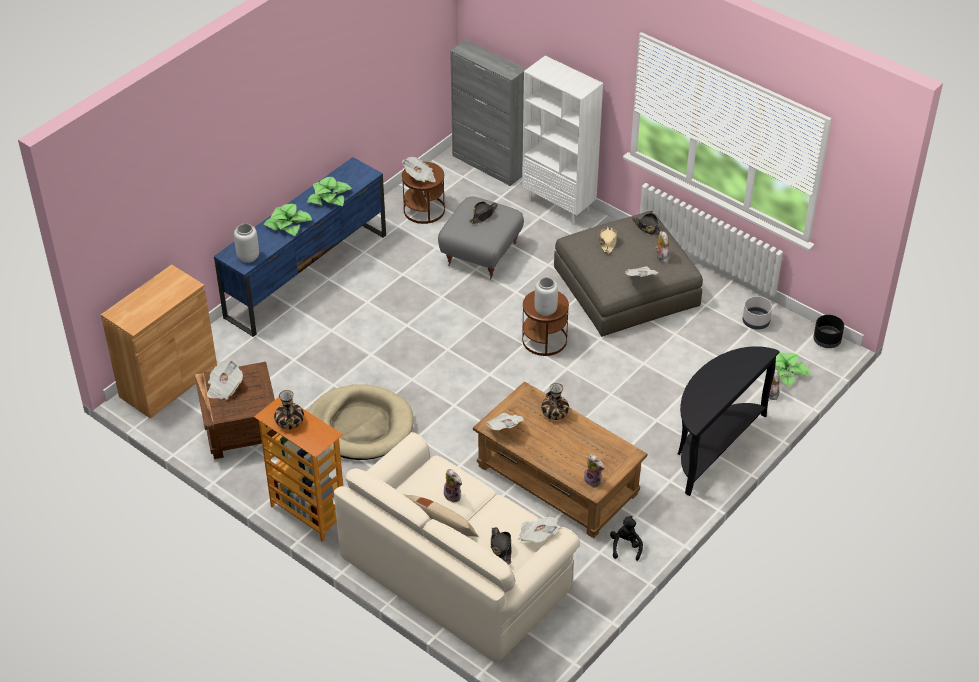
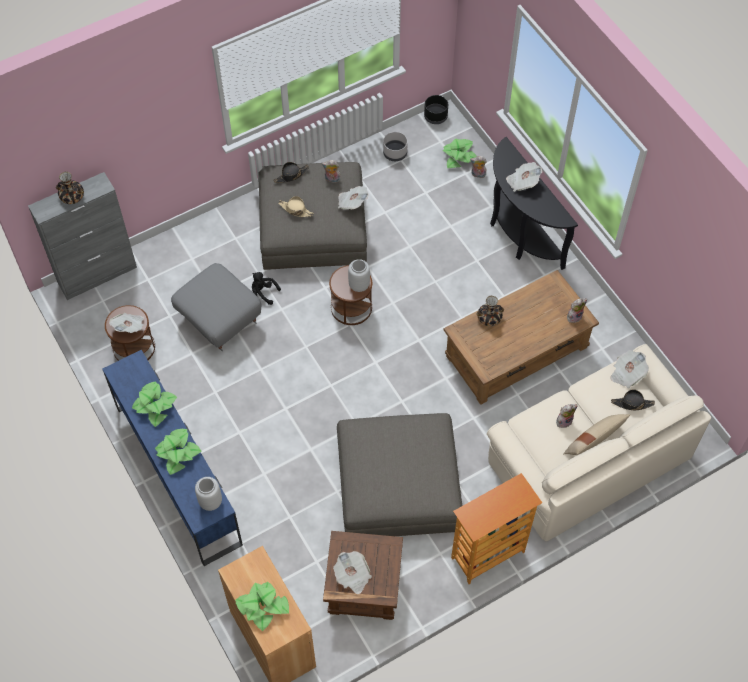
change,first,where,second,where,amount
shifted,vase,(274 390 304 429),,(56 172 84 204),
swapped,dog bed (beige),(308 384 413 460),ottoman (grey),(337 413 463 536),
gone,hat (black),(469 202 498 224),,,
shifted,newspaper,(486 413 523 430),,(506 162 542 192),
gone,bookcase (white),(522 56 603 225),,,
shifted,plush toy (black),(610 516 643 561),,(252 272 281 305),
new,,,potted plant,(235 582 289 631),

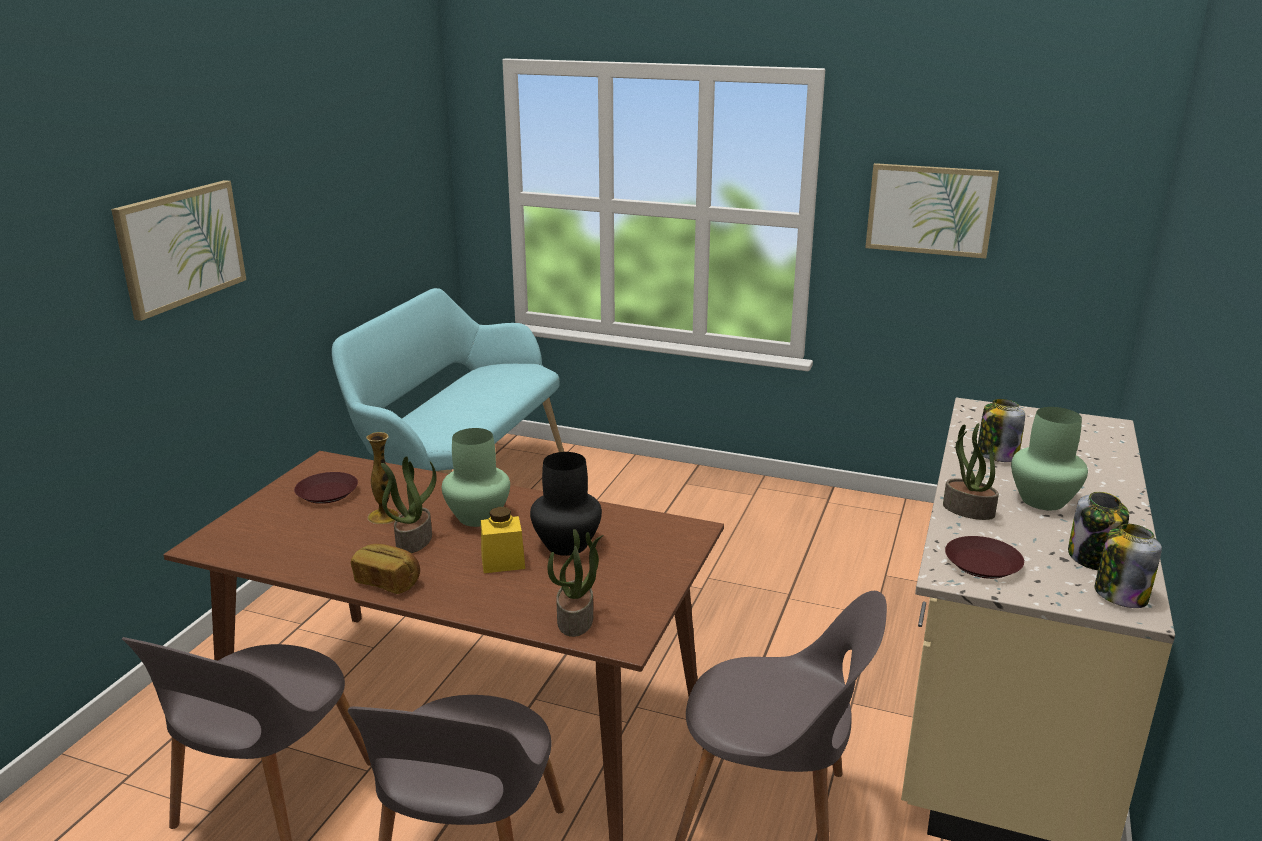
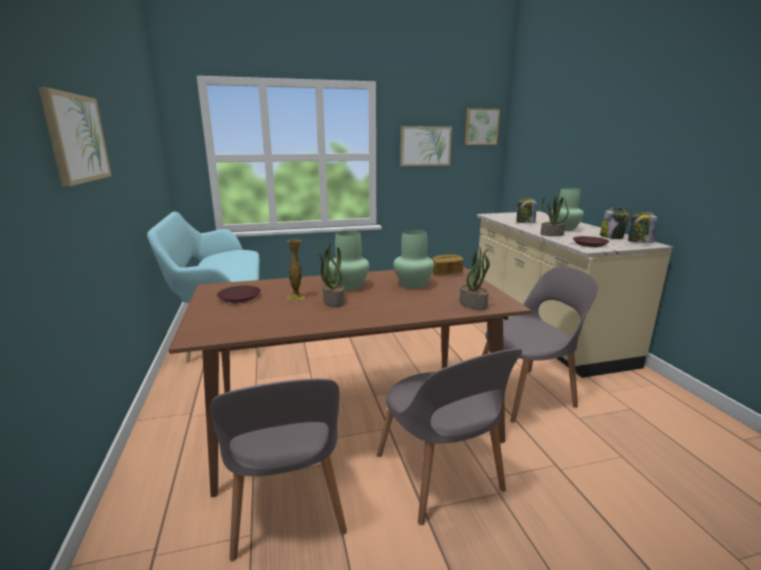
change,first,where,second,where,amount
shifted,bread,(351 544 420 594),,(432 254 463 275),
gone,jar (yellow),(481 507 525 573),,,
repainted,vase (black),(530 452 602 556),vase (green),(393 230 434 289),
new,,,picture,(465 108 500 145),

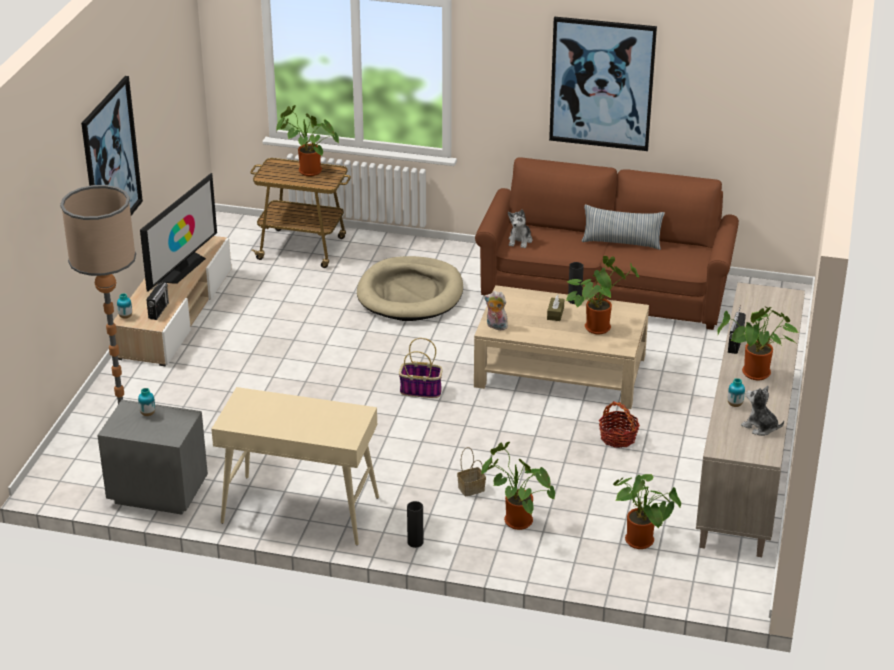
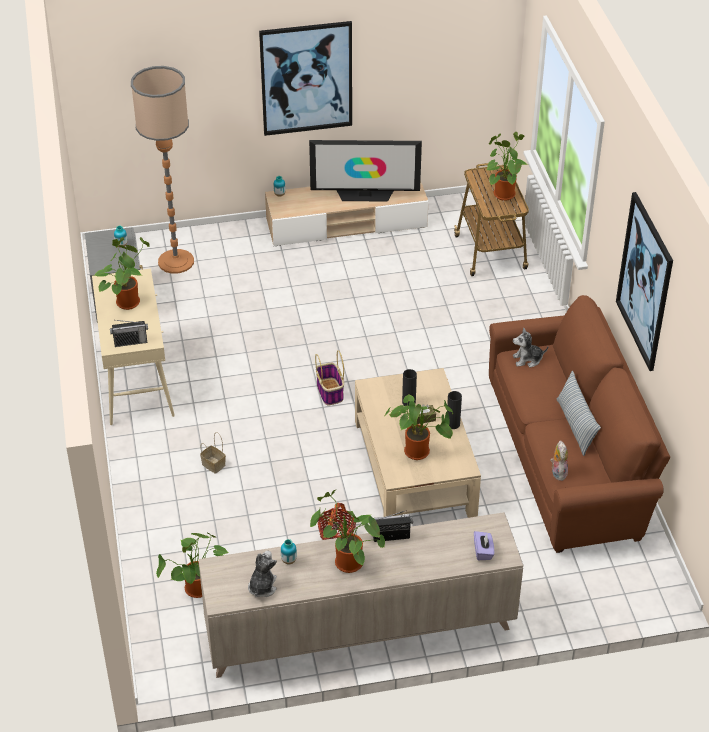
change,first,where,second,where,amount
shifted,radio,(146 282 169 320),,(110 320 148 347),
gone,dog bed (beige),(357 256 463 321),,,
shifted,vase (black),(407 501 424 548),,(402 369 417 406),
shifted,potted plant,(481 442 555 530),,(94 237 150 310),
shifted,plush toy,(484 291 508 330),,(550 440 568 481),
new,,,tissue box (purple),(474 531 494 560),

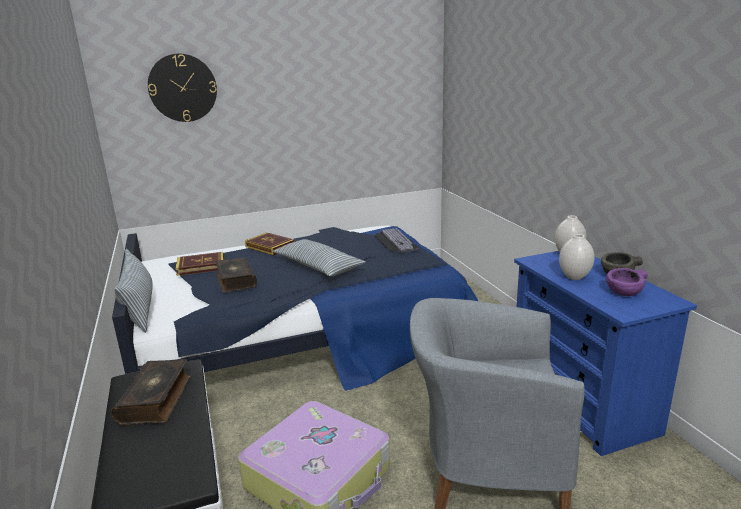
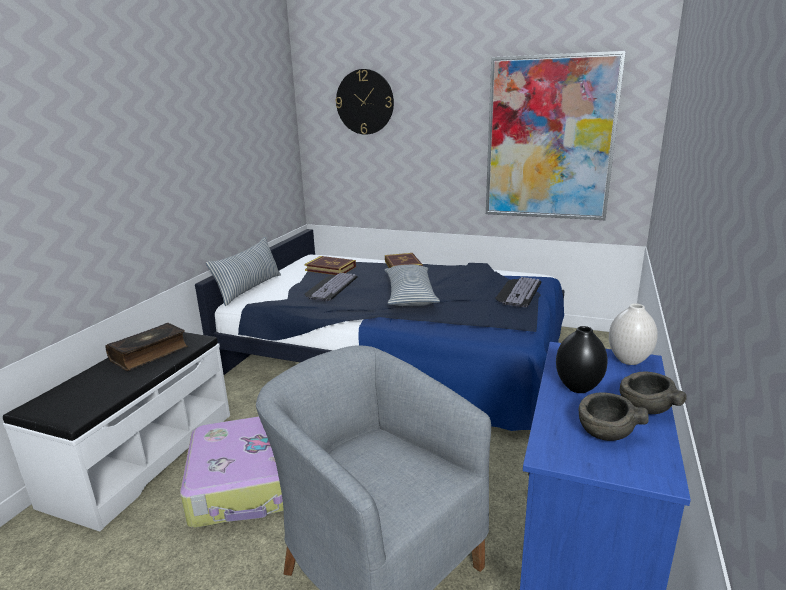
change,first,where,second,where,amount
swapped,book,(216 258 257 292),keyboard,(305 273 358 301),
repainted,vase (white),(559 234 594 280),vase (black),(556 326 607 393),
repainted,bowl (purple),(606 268 648 296),bowl (grey),(579 392 649 441),
new,,,picture,(486 51 626 220),

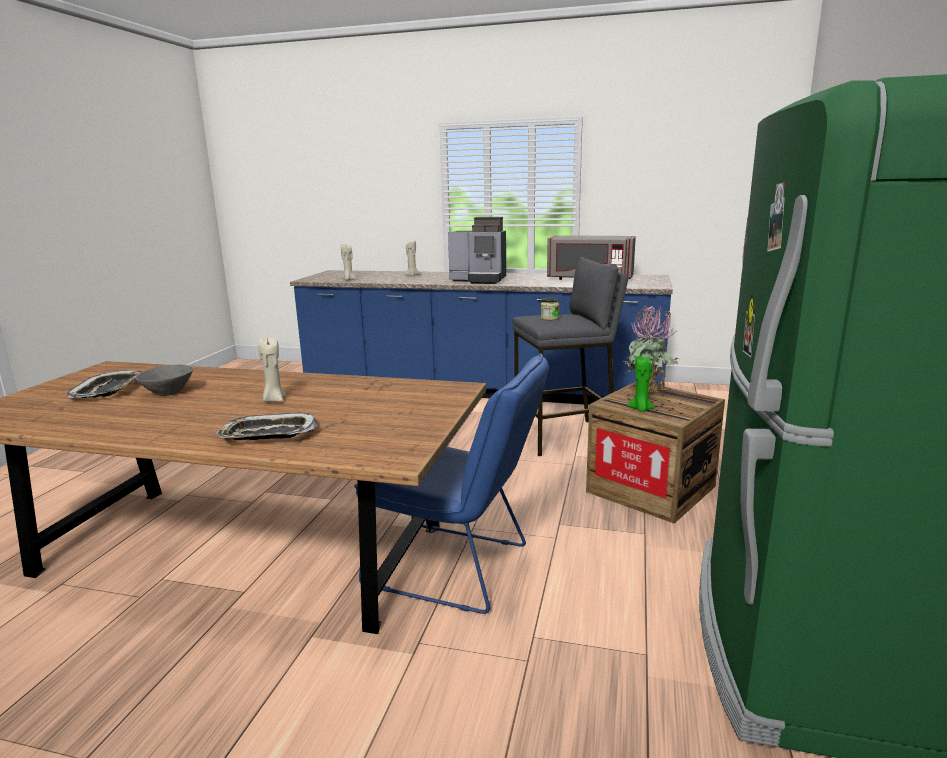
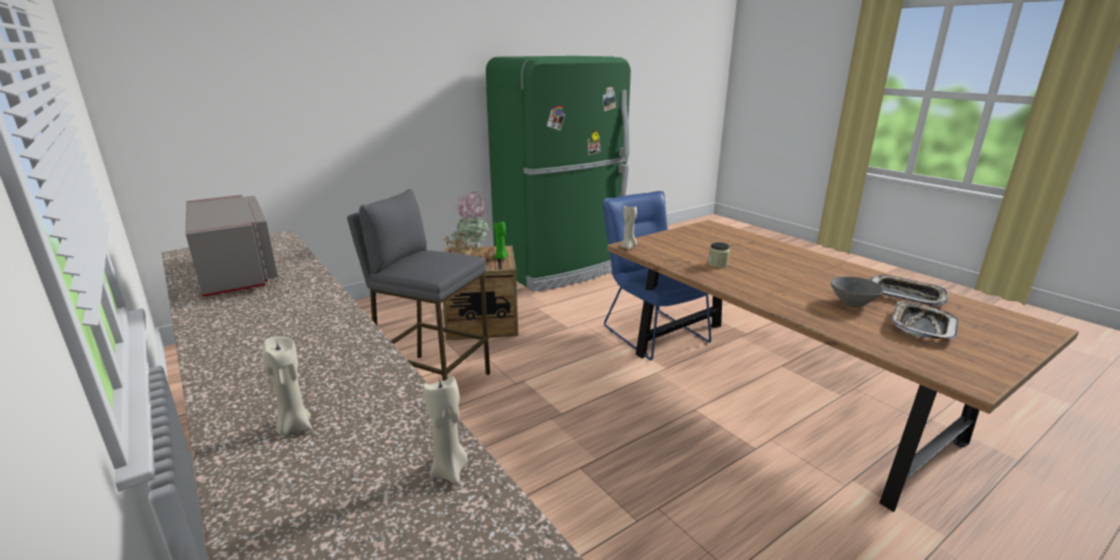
change,first,where,second,where,amount
shifted,tray,(216 412 317 440),,(870 275 949 306),
shifted,candle (beige),(258 337 286 402),,(621 204 637 249),
gone,coffee machine,(448 217 506 284),,,
shifted,jar,(541 298 559 320),,(708 242 730 268),

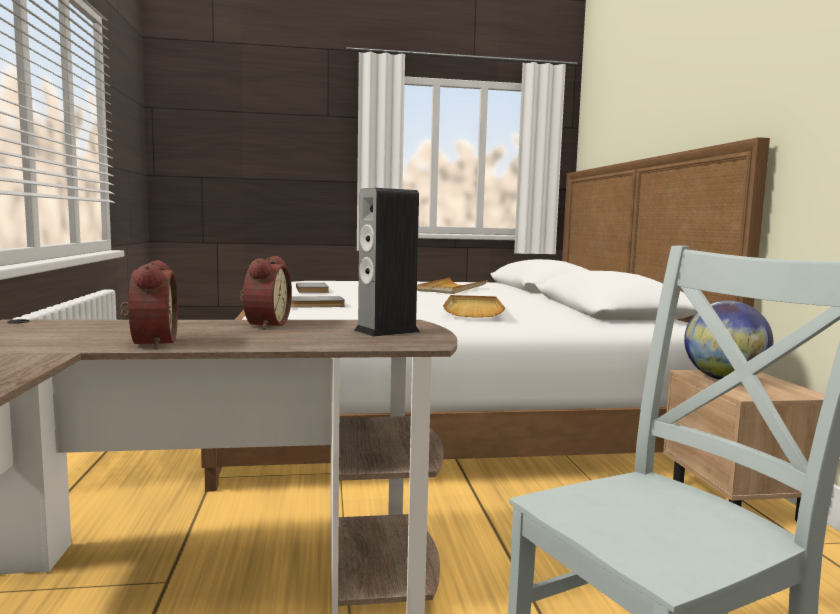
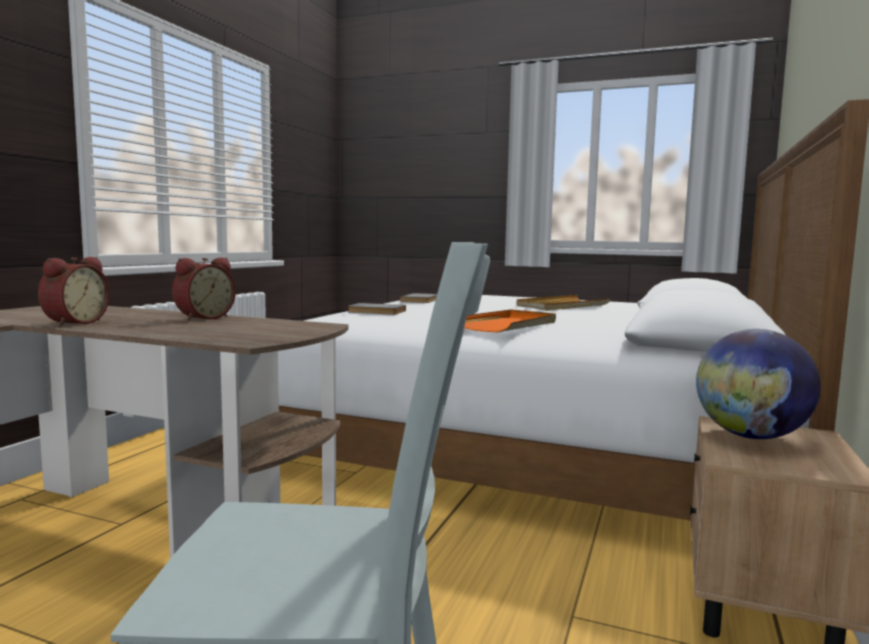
change,first,where,second,where,amount
gone,speaker,(354 188 420 337),,,
repainted,tray (beige),(443 295 505 318),tray (orange),(464 310 556 332),

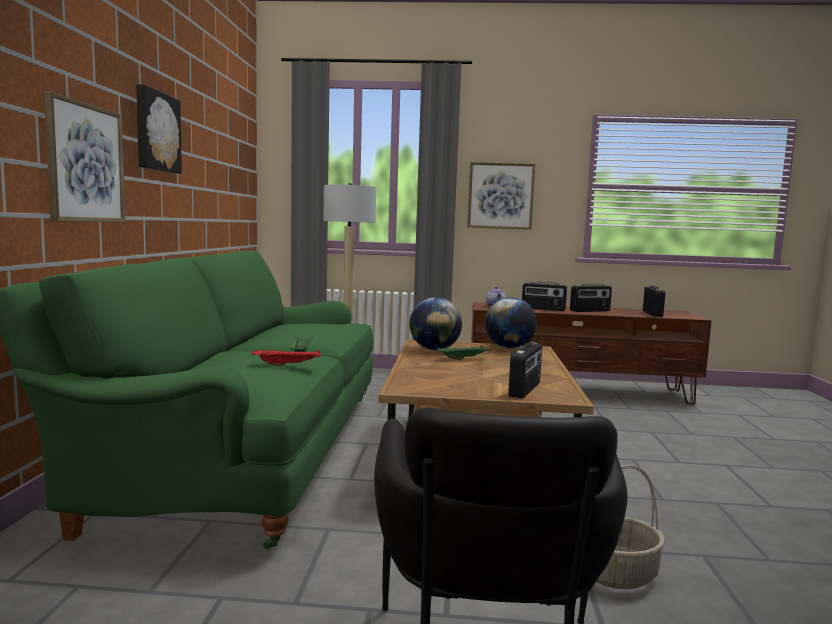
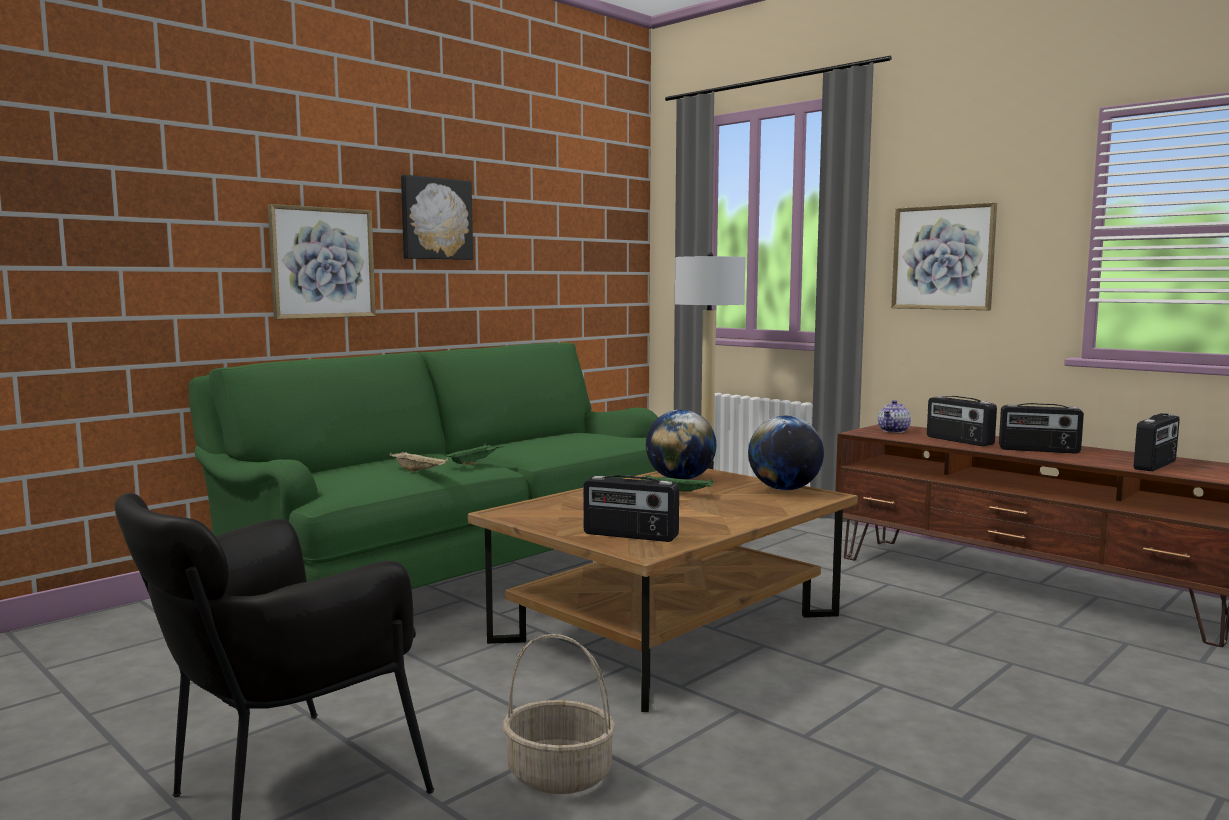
change,first,where,second,where,amount
repainted,tray (red),(252 350 321 367),tray (beige),(389 452 449 472),
rotated,radio,(508 342 542 398),,(583 475 679 542),45 degrees clockwise

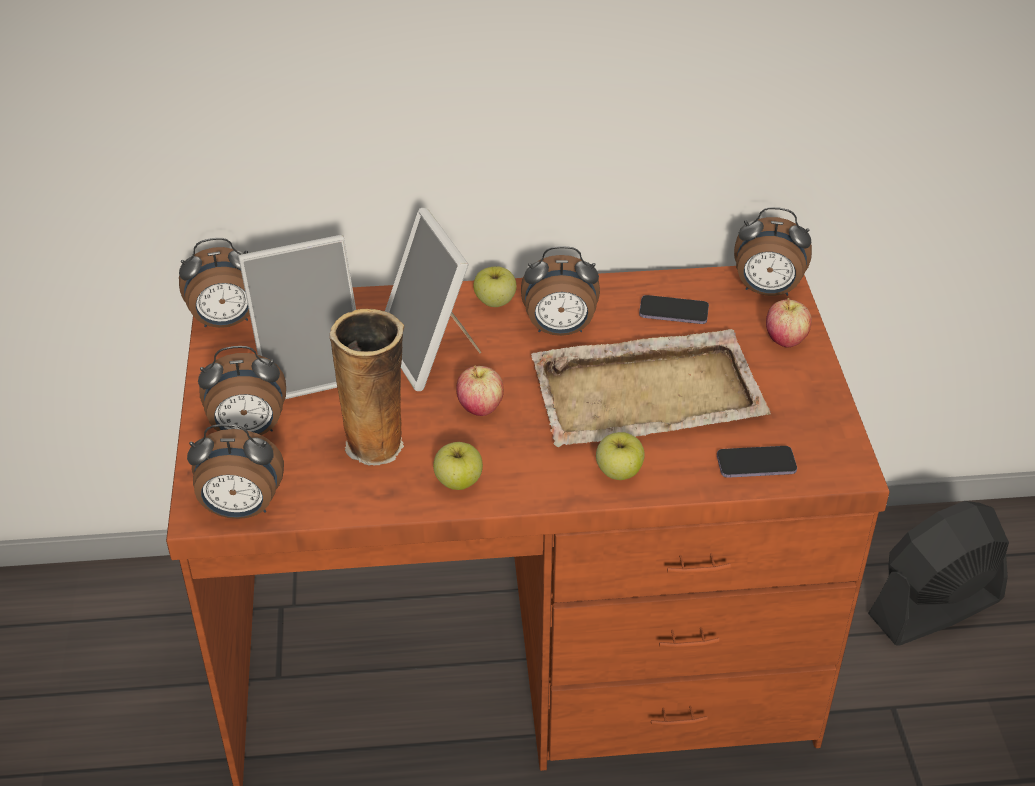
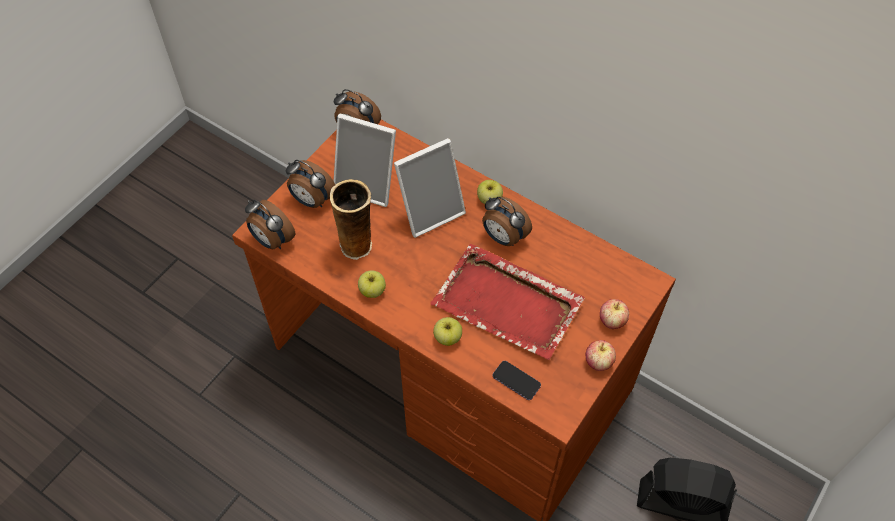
change,first,where,second,where,amount
rotated,picture frame,(385 208 481 391),,(394 138 466 238),135 degrees counterclockwise
shifted,apple,(456 365 504 416),,(586 340 616 371),
repainted,tray (beige),(531 329 771 447),tray (red),(430 244 585 360),
gone,phone,(639 295 709 324),,,
gone,alarm clock,(734 207 812 296),,,

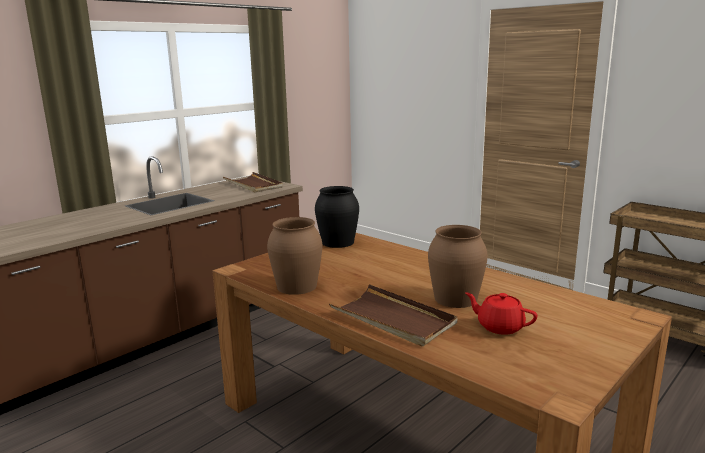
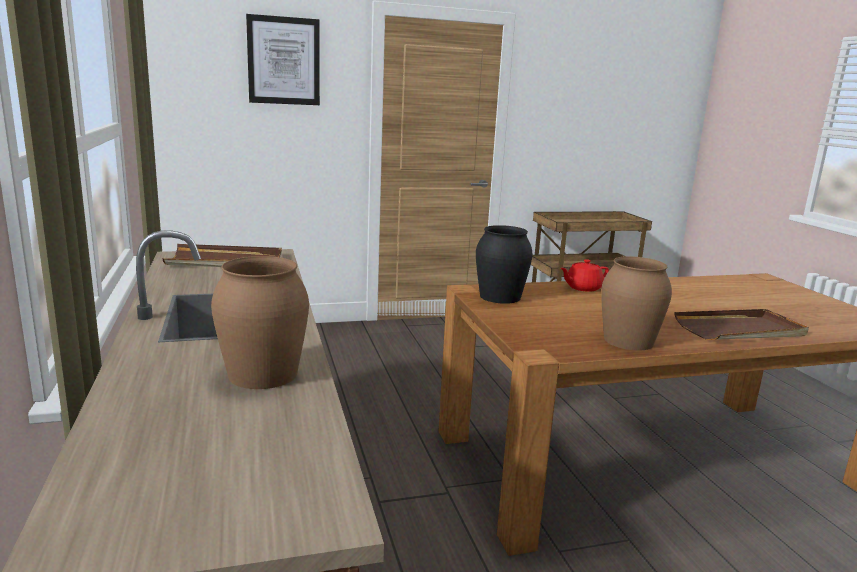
change,first,where,second,where,amount
shifted,vase (brown),(428 225 488 308),,(211 256 309 389),
shifted,teapot (red),(465 292 538 335),,(560 259 609 292),
new,,,picture,(246 14 320 105),

